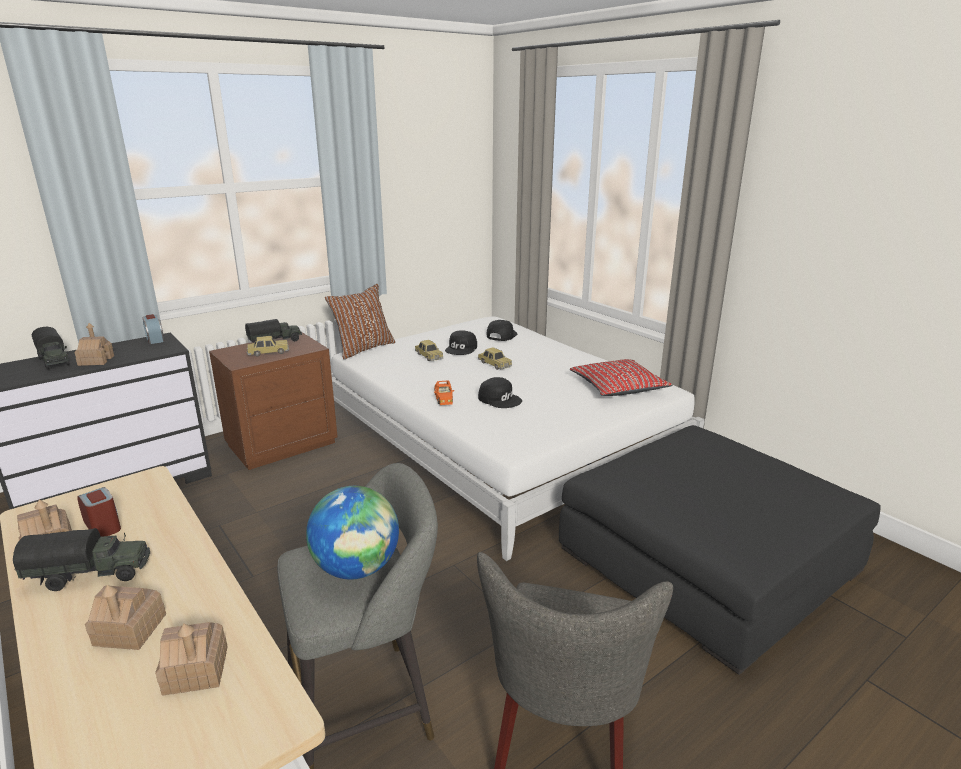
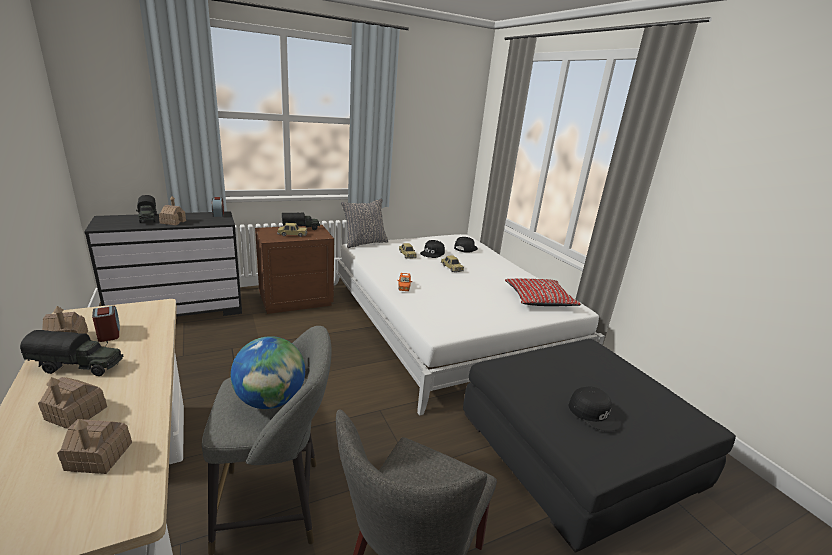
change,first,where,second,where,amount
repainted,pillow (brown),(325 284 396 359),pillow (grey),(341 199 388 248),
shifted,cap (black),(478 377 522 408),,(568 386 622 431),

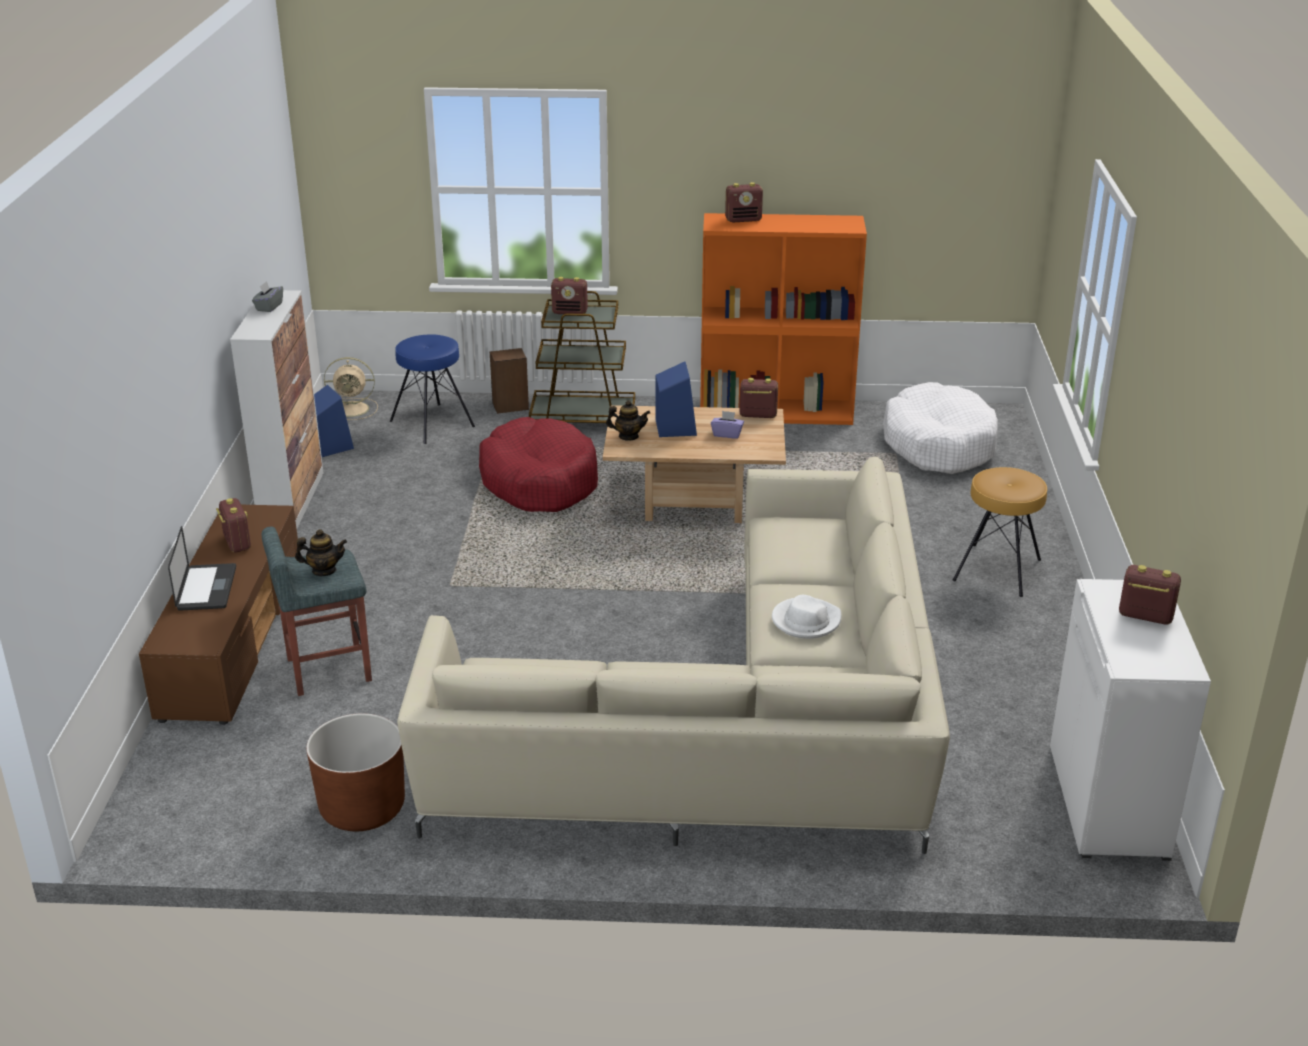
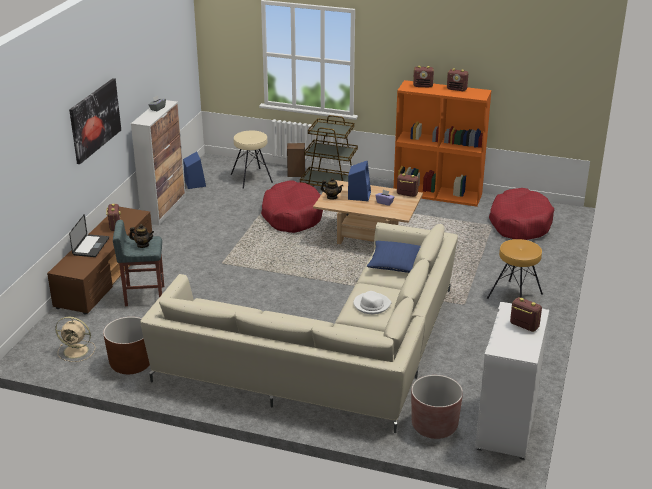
change,first,where,second,where,amount
shifted,fan (beige),(324 357 378 420),,(55 317 95 362),
repainted,stool (blue),(390 334 475 444),stool (beige),(231 130 273 189),
shifted,radio,(551 277 588 314),,(447 68 468 91),
repainted,dog bed (white),(883 382 998 474),dog bed (red),(489 188 554 240),
new,,,picture,(69 78 121 164),
new,,,pillow (blue),(366 241 421 273),
new,,,planter (brown),(411 375 463 439),

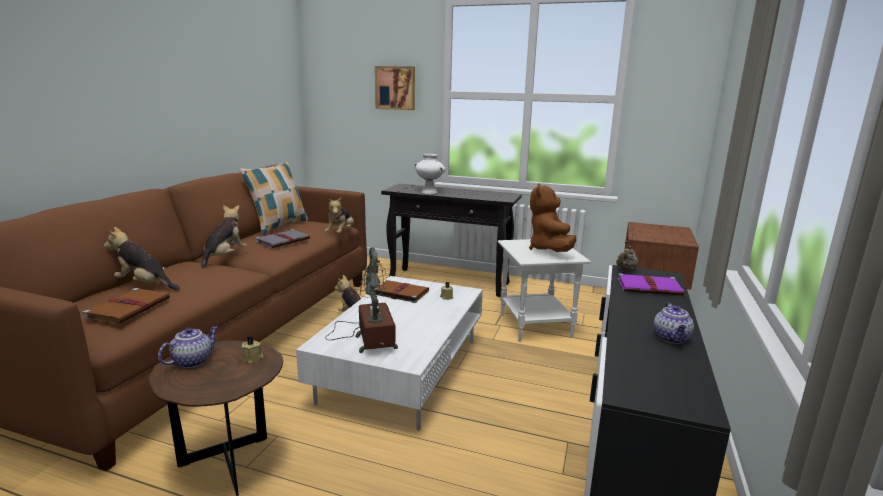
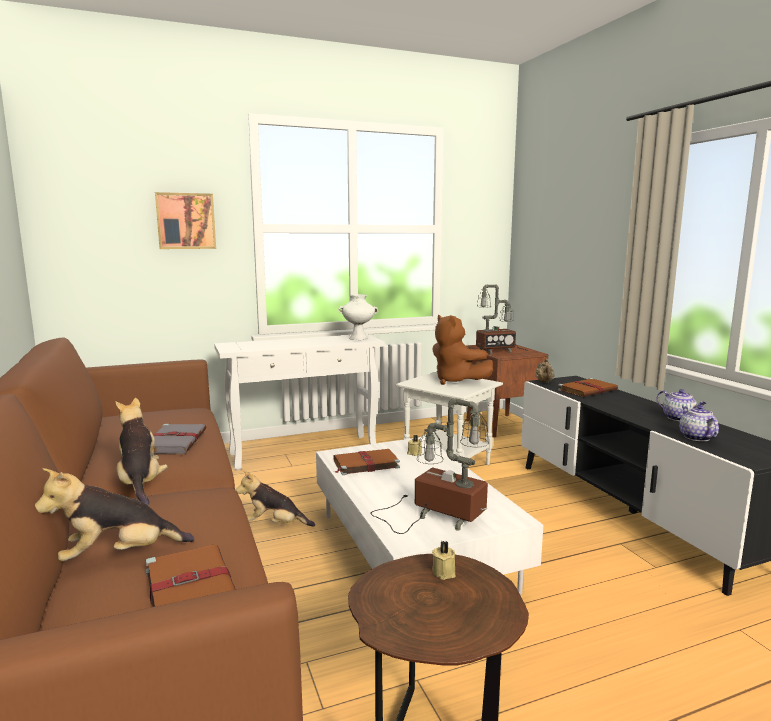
change,first,where,second,where,amount
shifted,teapot,(158 326 218 368),,(679 405 719 441),
gone,pillow,(239 161 308 235),,,
gone,plush toy,(325 197 354 234),,,
repainted,console table (black),(381 184 522 297),console table (white),(214 334 385 470),
shifted,vase (white),(414 154 446 194),,(338 294 378 340),
repainted,book (purple),(618 273 684 296),book (brown),(558 378 618 397),
new,,,table lamp,(476 284 528 354),

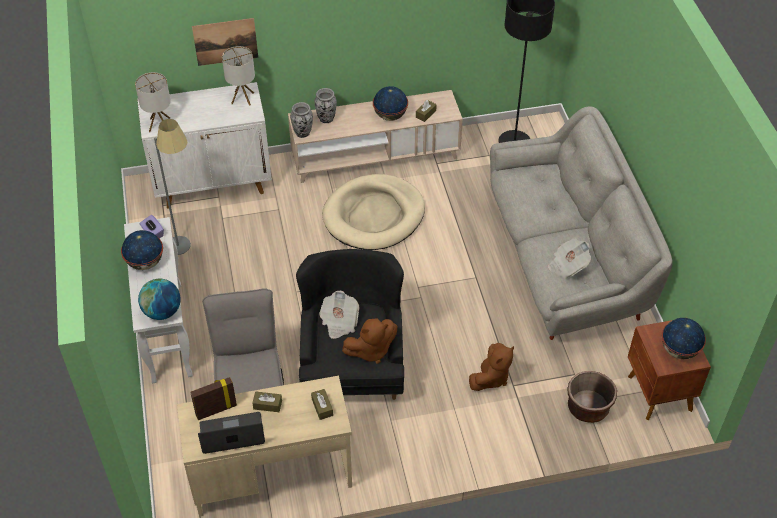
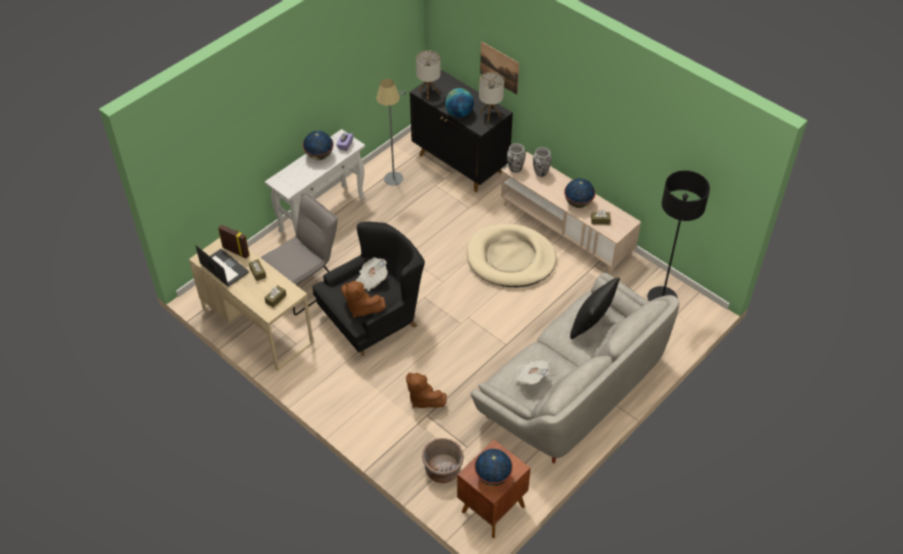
change,first,where,second,where,amount
repainted,cabinet (white),(137 82 272 208),cabinet (black),(410 70 513 192),
shifted,globe,(138 279 181 320),,(445 88 474 117),
rotated,plush toy (brown),(469 343 514 391),,(406 373 447 408),45 degrees clockwise
repainted,planter (brown),(567 371 617 423),planter (grey),(422 438 464 483),
new,,,pillow (black),(570 277 620 339),

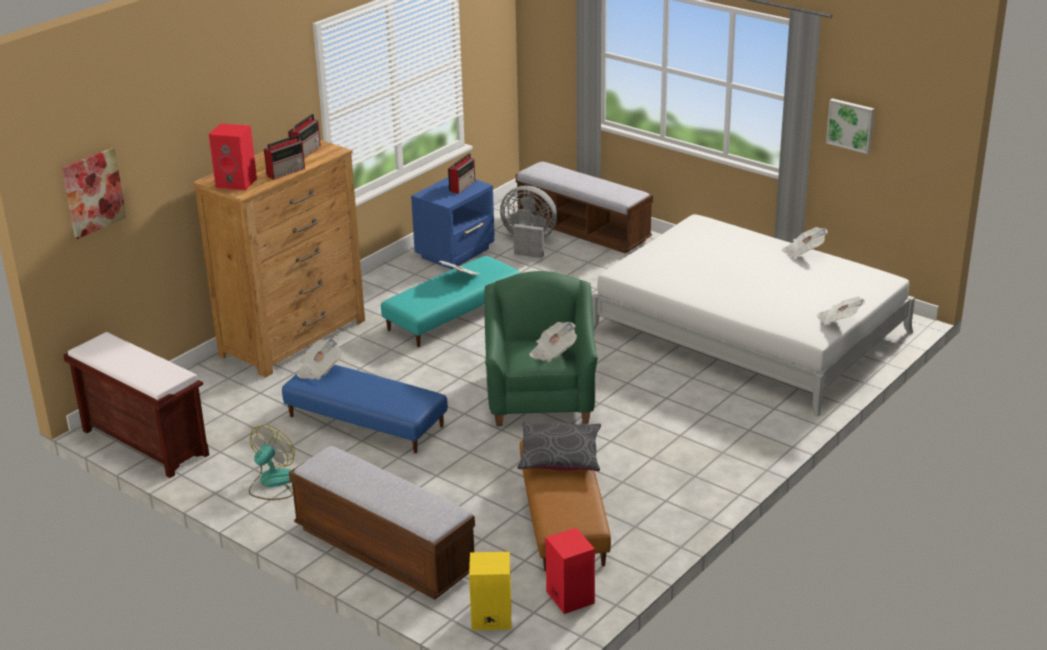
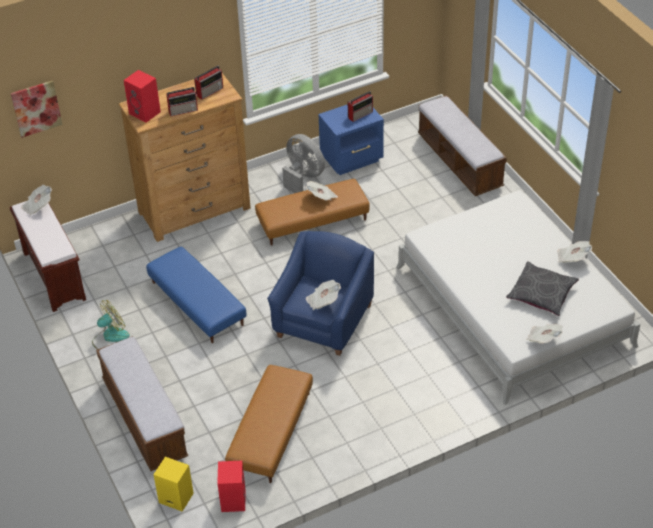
change,first,where,second,where,amount
shifted,newspaper,(297 338 342 380),,(21 185 52 216),
repainted,ottoman (turquoise),(381 256 520 347),ottoman (brown),(255 179 370 246),
repainted,armchair (green),(484 271 598 426),armchair (blue),(267 231 374 356),
shifted,fan (grey),(500 186 557 258),,(282 134 325 193),
shifted,pillow (grey),(517 422 601 471),,(506 261 579 316),
gone,picture,(826 98 875 154),,,

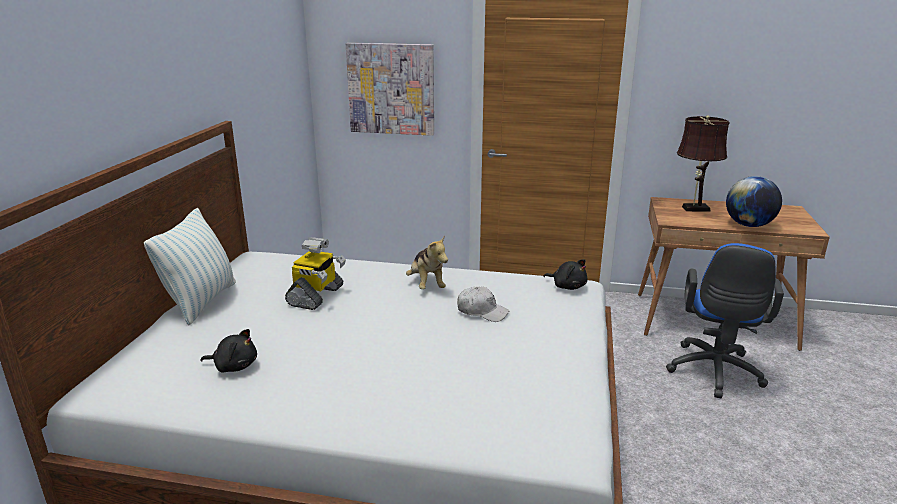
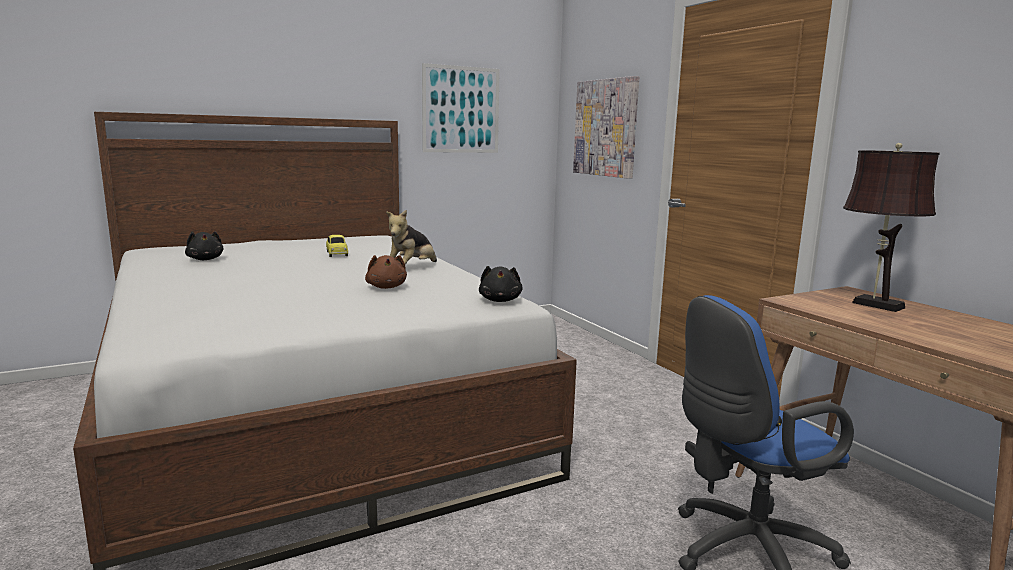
change,first,where,second,where,amount
gone,pillow,(144 208 236 325),,,
swapped,toy robot,(285 237 346 310),toy car,(326 235 348 257),
swapped,cap (white),(457 286 509 322),plush toy (brown),(365 255 407 289),
gone,globe,(726 176 782 227),,,
new,,,picture,(422 63 500 153),

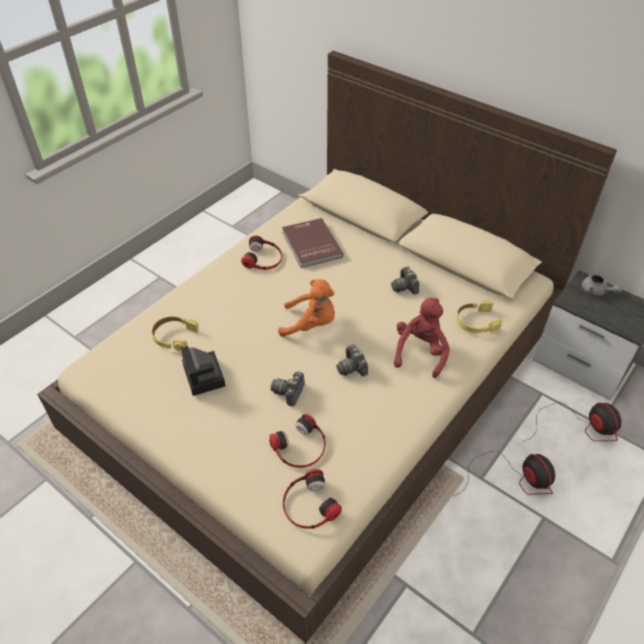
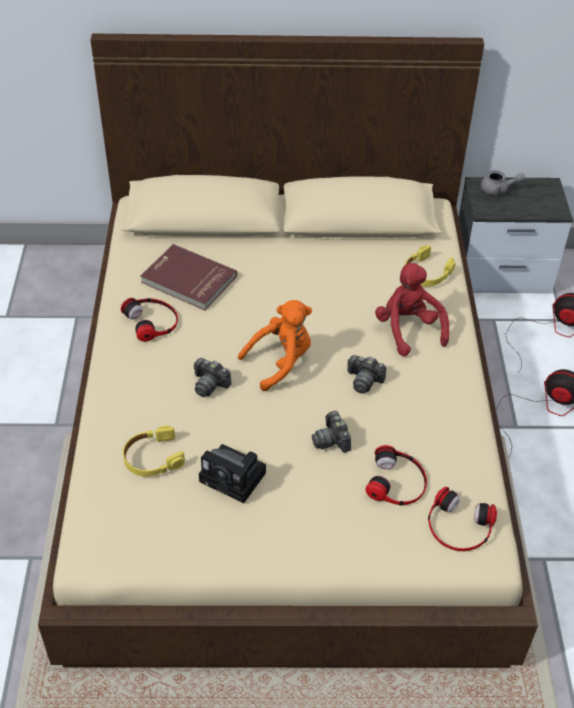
change,first,where,second,where,amount
shifted,photo camera,(391 266 419 295),,(194 358 232 397),

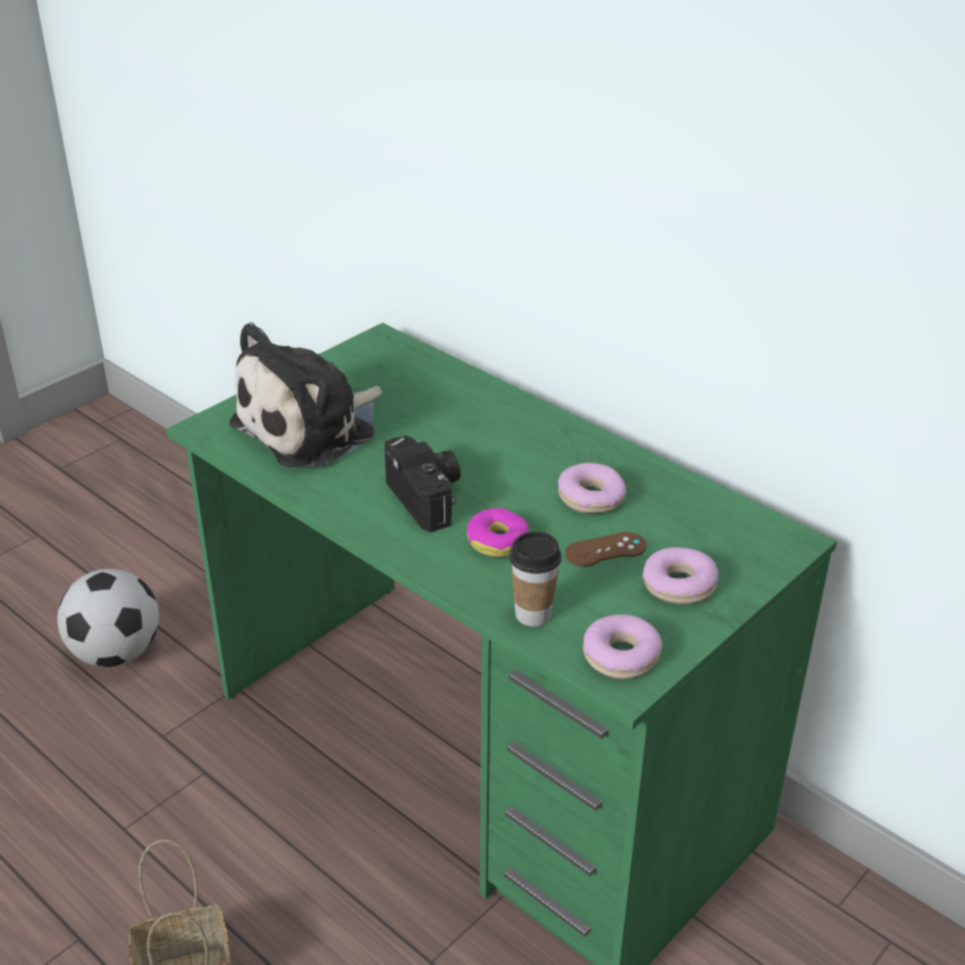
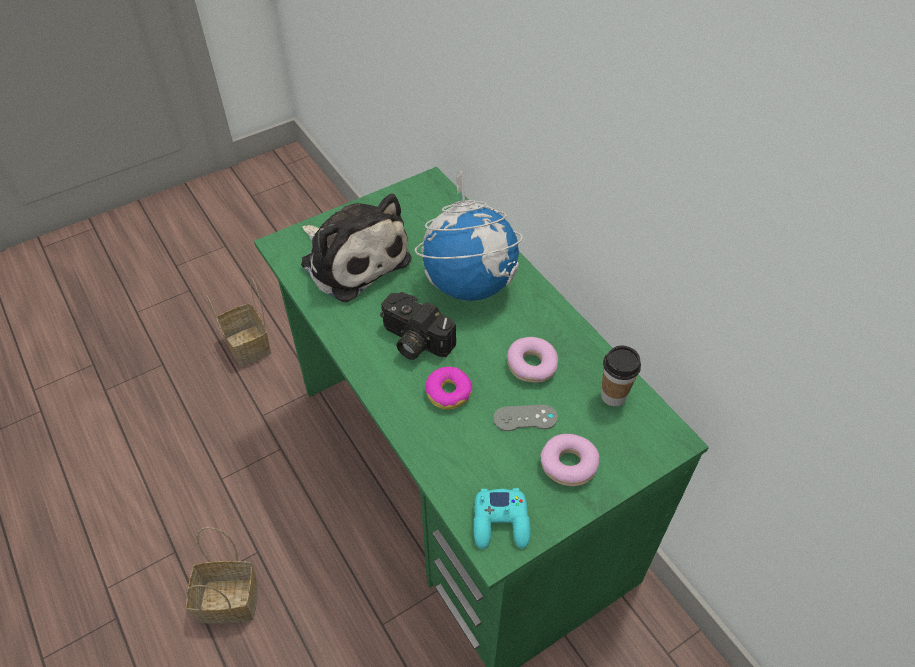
change,first,where,second,where,amount
swapped,football,(57 569 159 667),basket,(206 277 271 367),
rotated,plush toy,(229 322 382 468),,(301 194 411 302),105 degrees counterclockwise
rotated,photo camera,(385 435 461 532),,(380 292 456 360),135 degrees clockwise
shifted,cup,(509 531 562 627),,(601 346 641 406),
repainted,game controller (brown),(565 532 647 567),game controller (grey),(493 405 558 431),
swapped,donut,(583 614 662 679),game controller (turquoise),(473 488 531 549),
new,,,globe,(415 171 523 301),

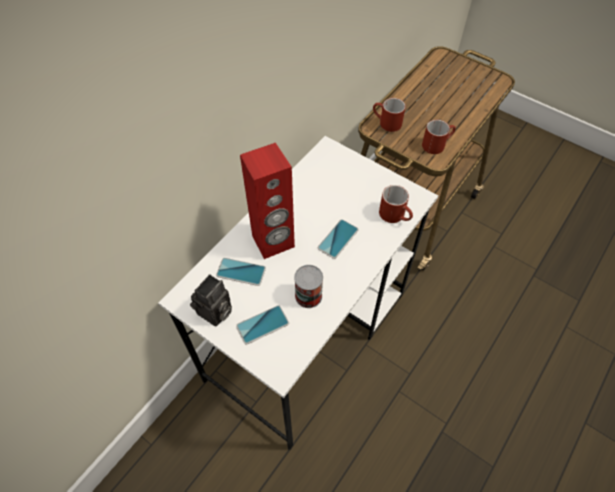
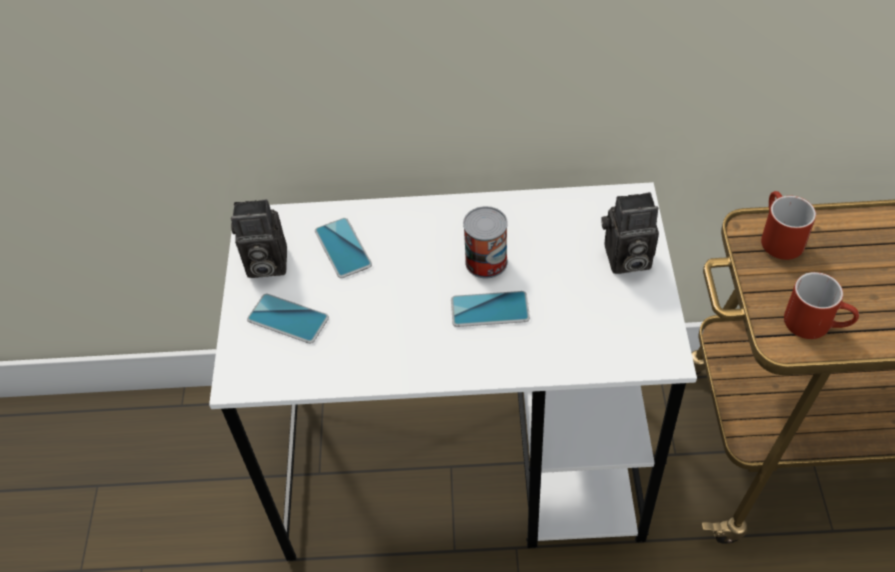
change,first,where,second,where,amount
gone,speaker (red),(240 143 295 259),,,
shifted,can,(294 265 323 308),,(463 206 508 278),
gone,mug (red),(379 185 413 223),,,
new,,,photo camera,(601 192 659 274),

